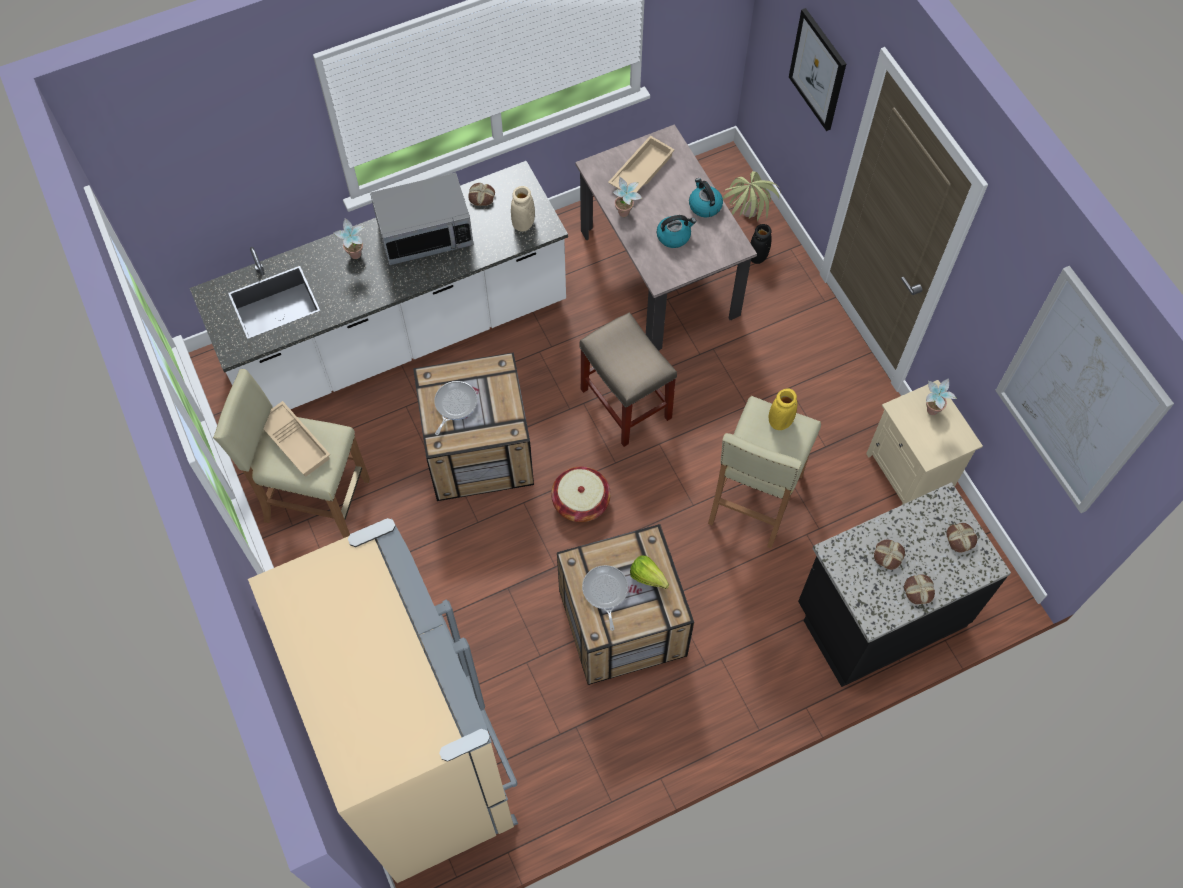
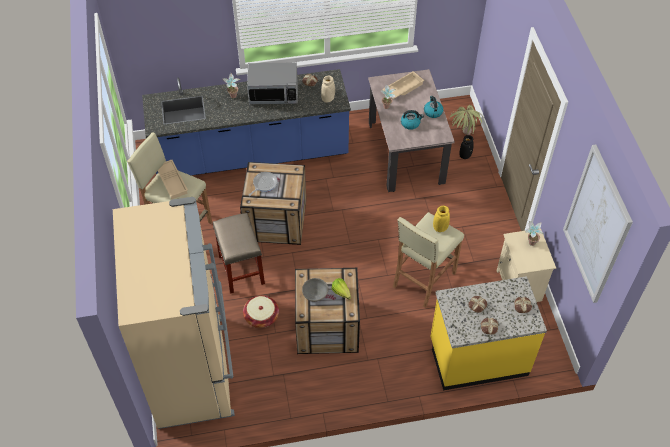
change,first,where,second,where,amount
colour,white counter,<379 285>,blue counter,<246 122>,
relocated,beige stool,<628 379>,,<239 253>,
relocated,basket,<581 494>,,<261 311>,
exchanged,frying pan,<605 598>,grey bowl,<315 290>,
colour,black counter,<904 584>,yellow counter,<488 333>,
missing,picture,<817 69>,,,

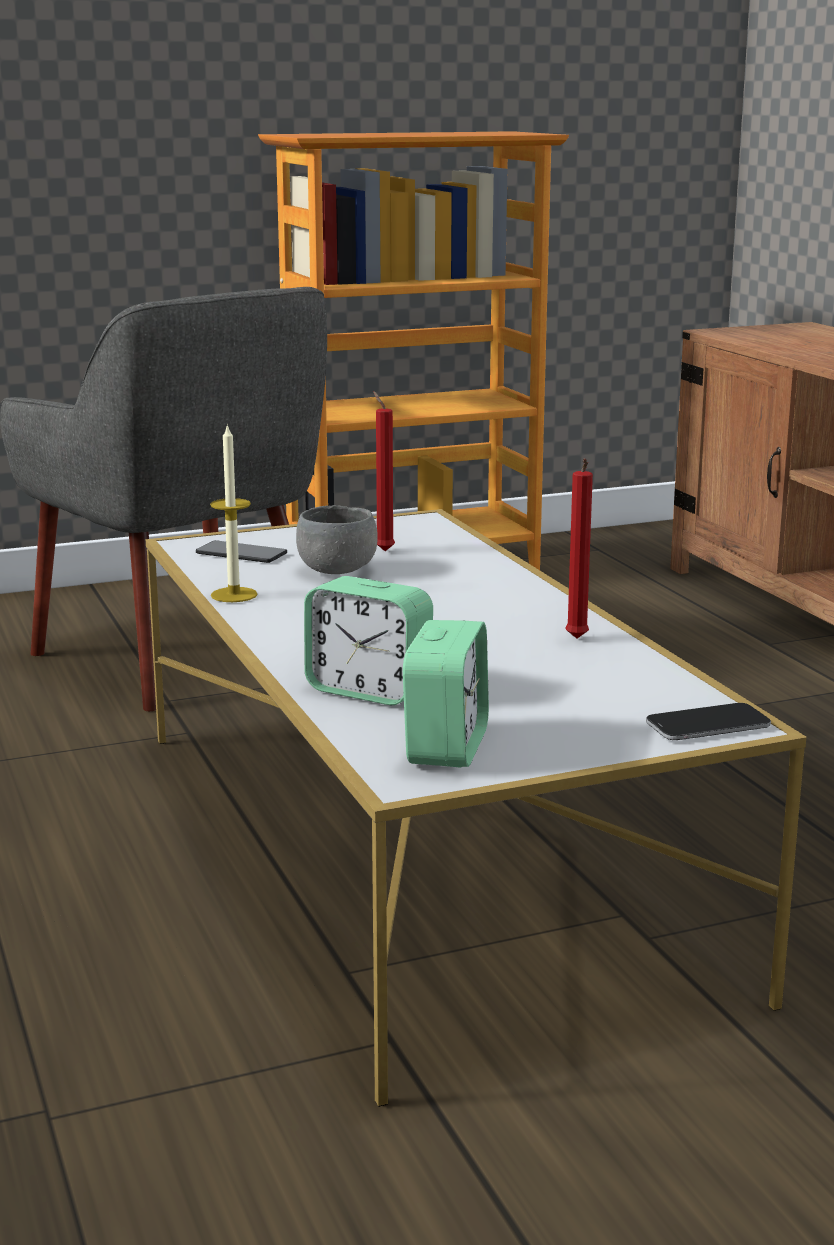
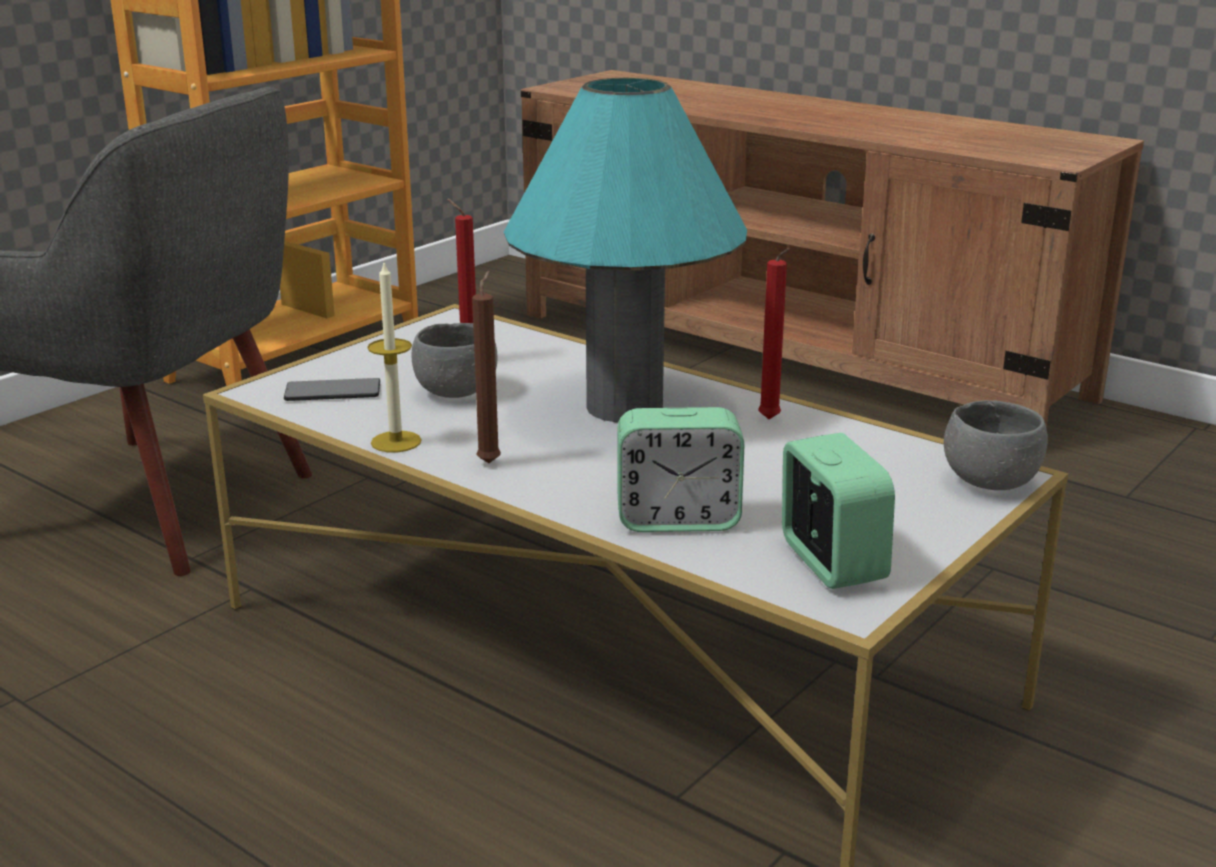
change,first,where,second,where,amount
appeared,,,brown candle,<486 367>,
appeared,,,turquoise table lamp,<625 250>,
exchanged,phone,<708 721>,grey bowl,<996 445>,

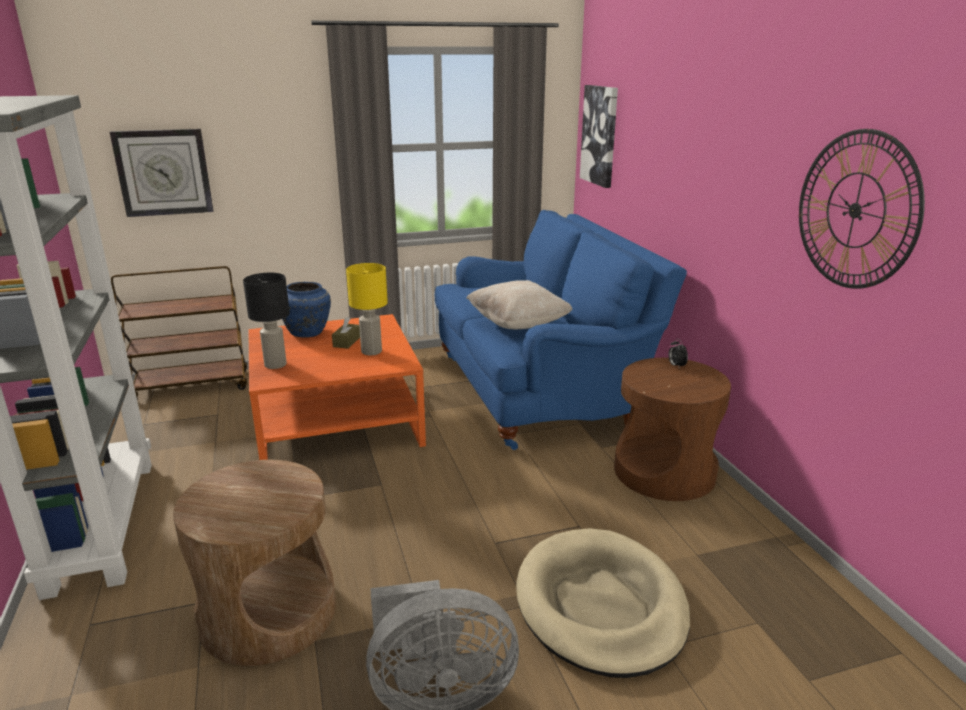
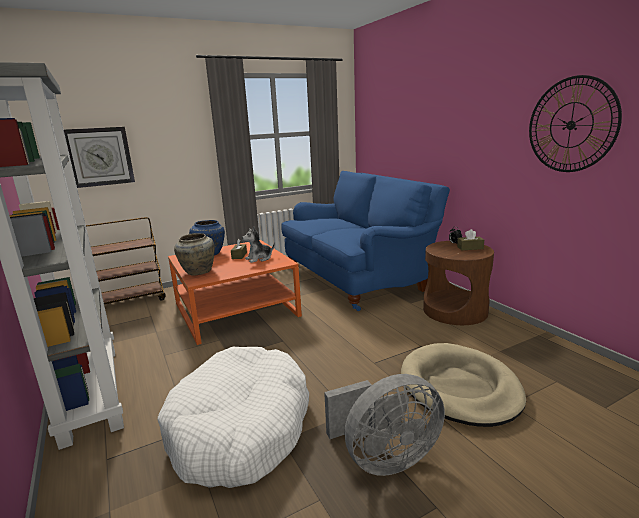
change,first,where,second,where,amount
exchanged,brown side table,<254 563>,white dog bed,<233 417>,
exchanged,black table lamp,<266 321>,beige vase,<194 254>,
exchanged,yellow table lamp,<367 309>,plush toy,<258 244>,
appeared,,,brown tissue box,<470 239>,
missing,beige pillow,<519 304>,,,
missing,picture,<599 136>,,,

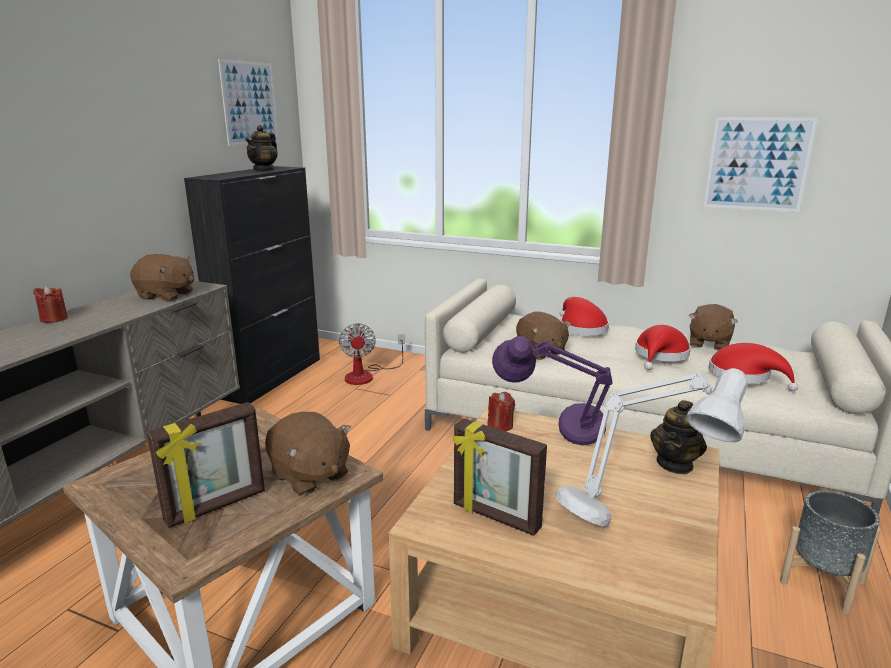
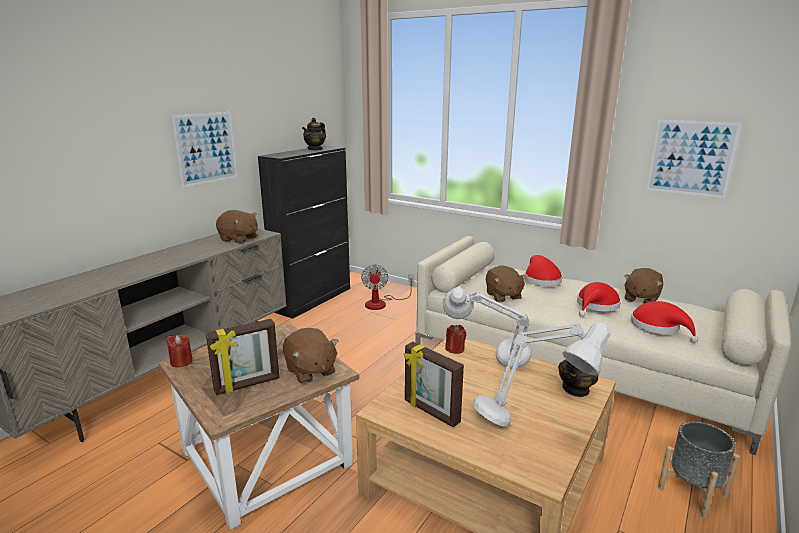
change,first,where,second,where,amount
relocated,red candle,<50 304>,,<179 351>,
relocated,picture,<248 102>,,<204 150>,
colour,purple table lamp,<552 390>,grey table lamp,<486 328>,

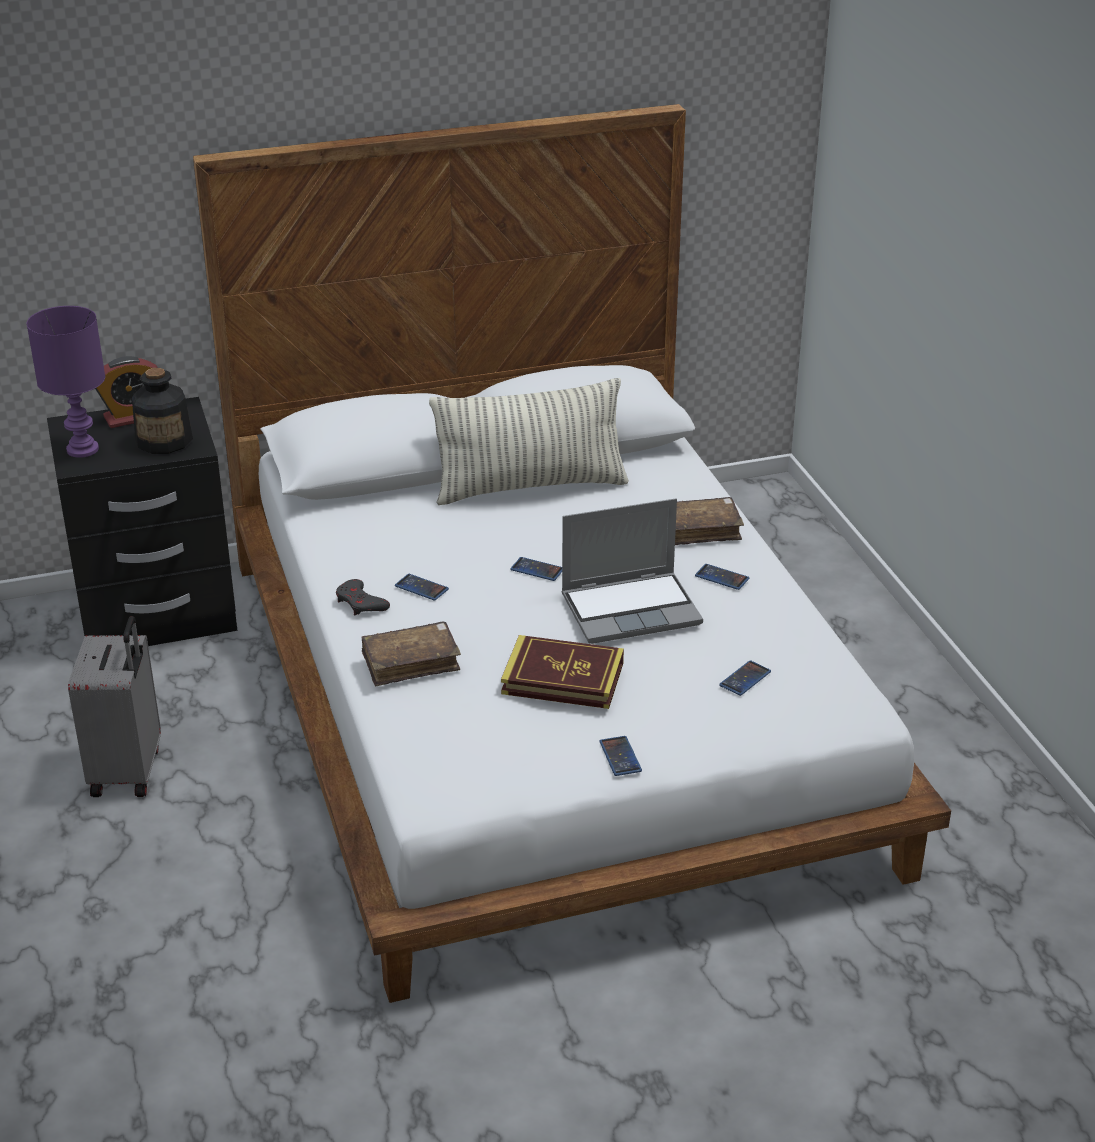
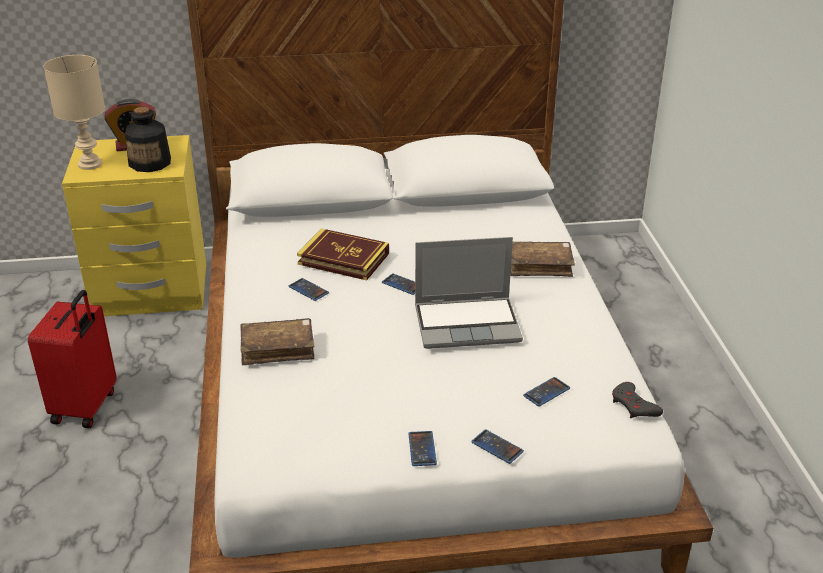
change,first,where,second,where,amount
colour,grey suitcase,<114 706>,red suitcase,<72 359>,
colour,purple table lamp,<66 382>,beige table lamp,<74 112>,
colour,black nightstand,<142 521>,yellow nightstand,<134 225>,
relocated,book,<562 672>,,<343 254>,
relocated,phone,<722 577>,,<497 446>,
relocated,grey game controller,<363 597>,,<637 400>,
missing,pillow,<529 441>,,,

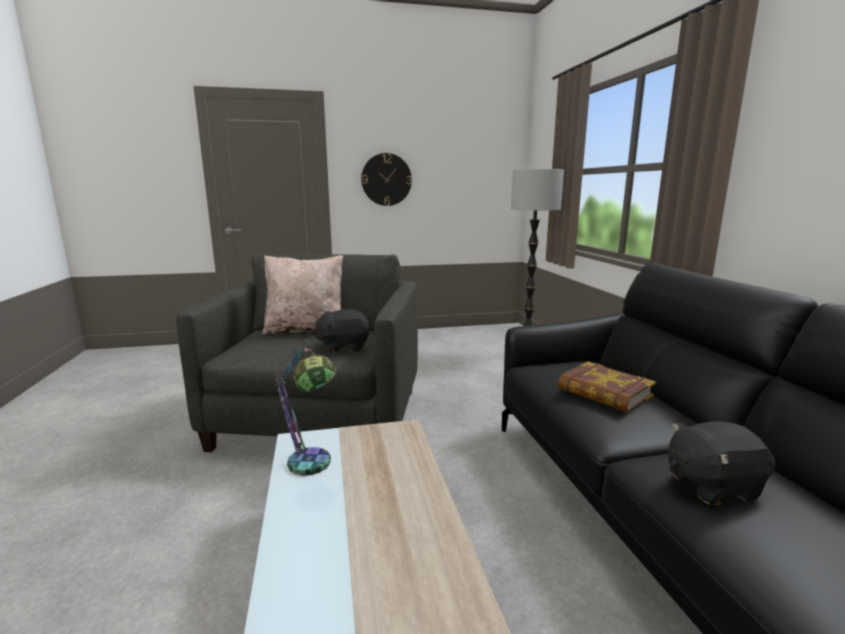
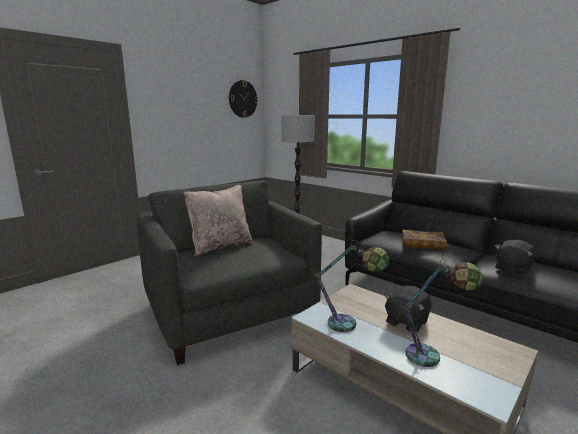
change,first,where,second,where,amount
relocated,wall clock,<386 179>,,<243 99>,
relocated,black plush toy,<341 331>,,<408 309>,
appeared,,,table lamp,<441 313>,

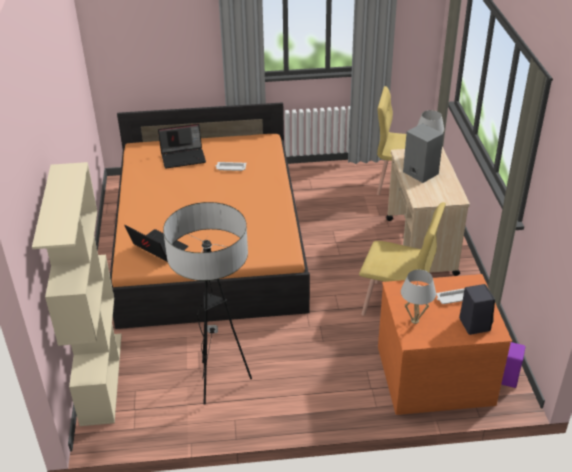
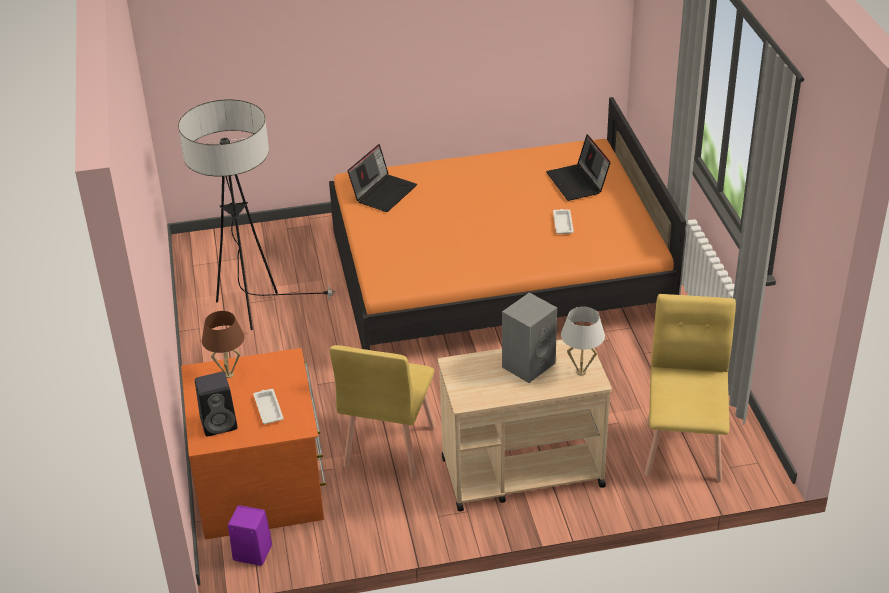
change,first,where,second,where,amount
colour,white table lamp,<418 296>,brown table lamp,<223 344>,
missing,beige bookcase,<77 294>,,,

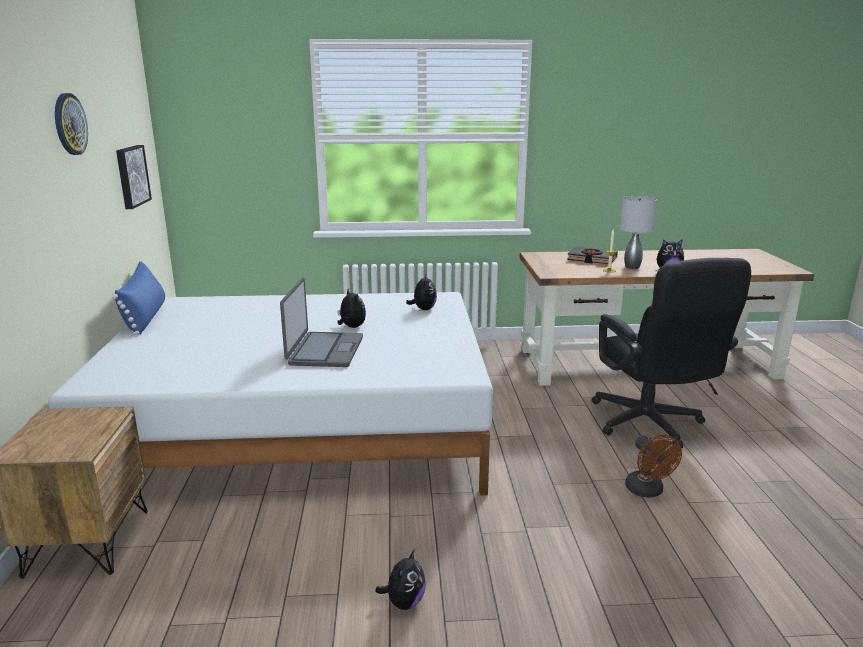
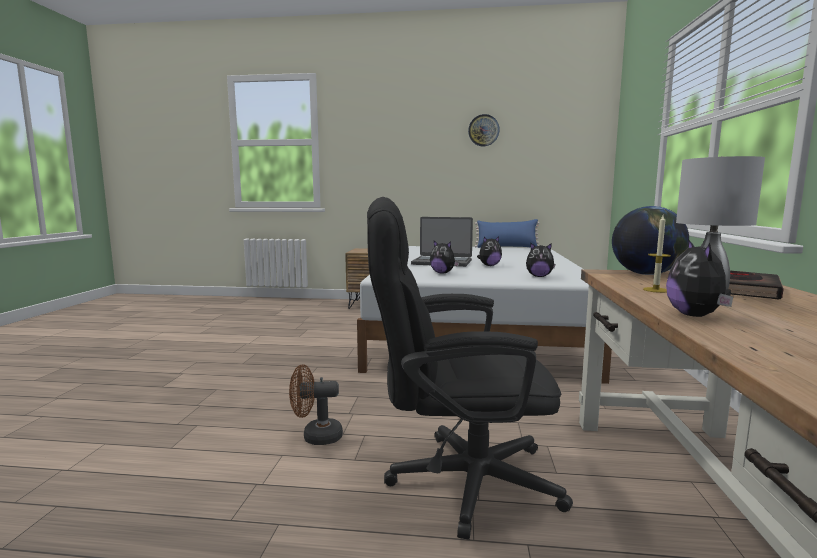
change,first,where,second,where,amount
relocated,plush toy,<400 579>,,<444 257>,
appeared,,,globe,<650 240>,
missing,picture,<134 177>,,,

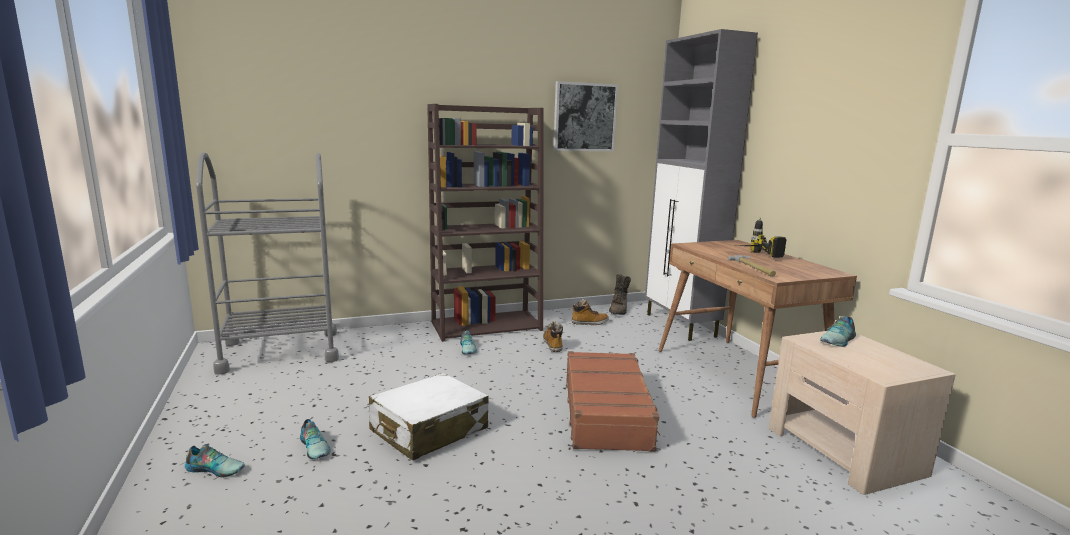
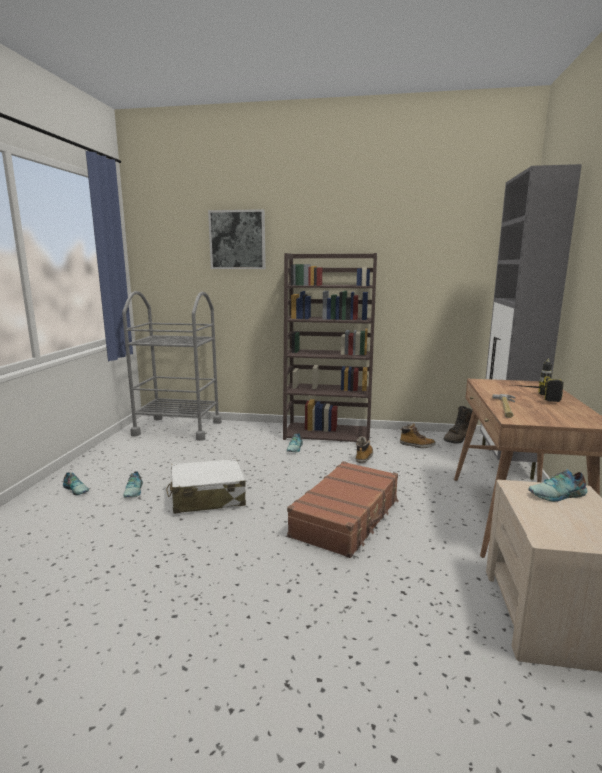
change,first,where,second,where,amount
relocated,picture,<585 116>,,<237 239>,

